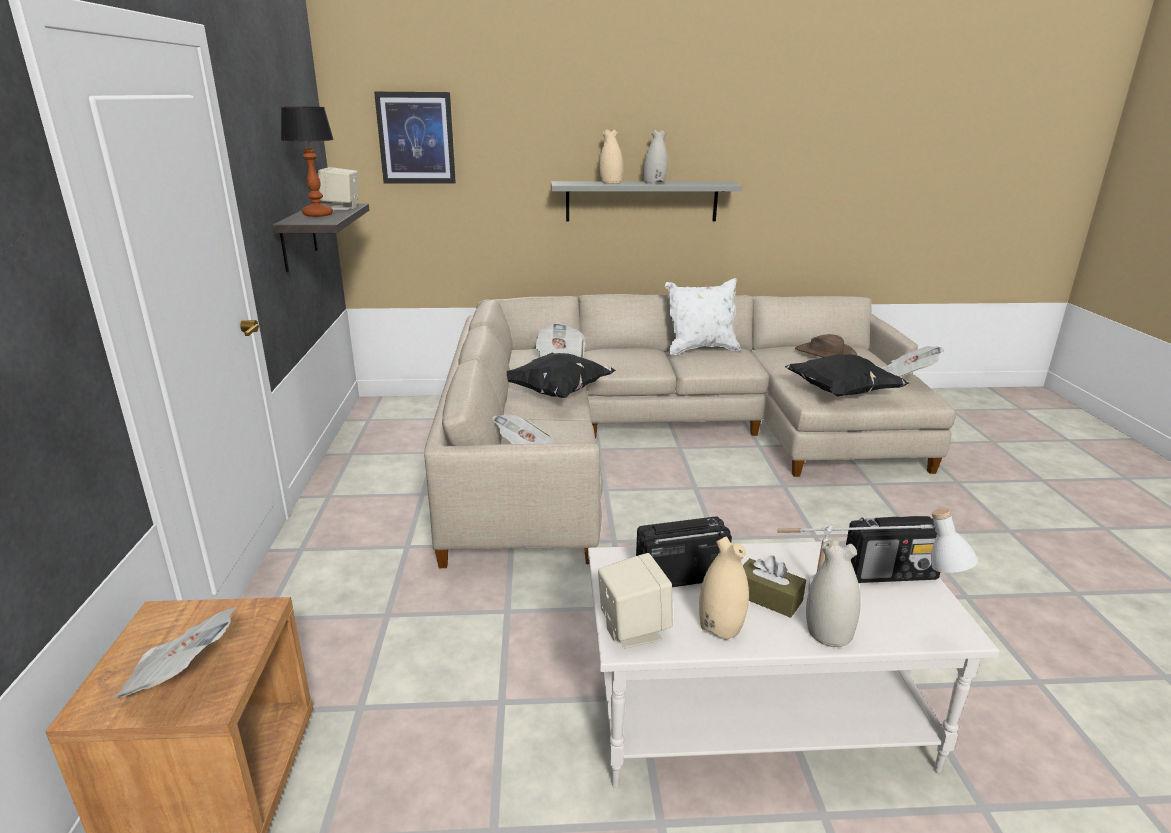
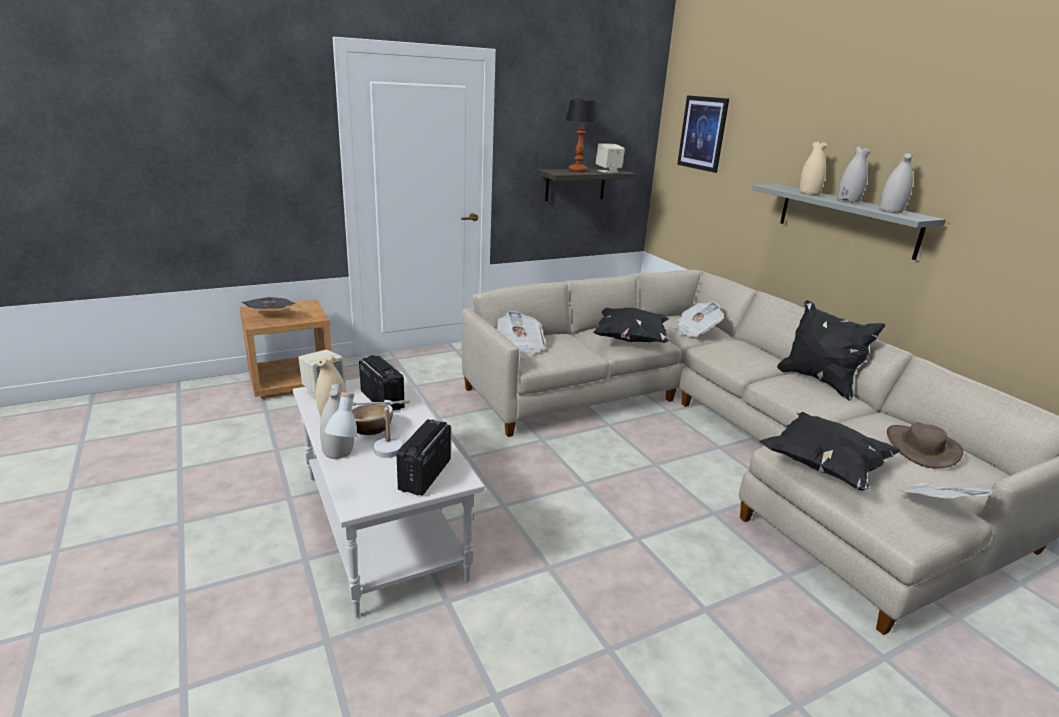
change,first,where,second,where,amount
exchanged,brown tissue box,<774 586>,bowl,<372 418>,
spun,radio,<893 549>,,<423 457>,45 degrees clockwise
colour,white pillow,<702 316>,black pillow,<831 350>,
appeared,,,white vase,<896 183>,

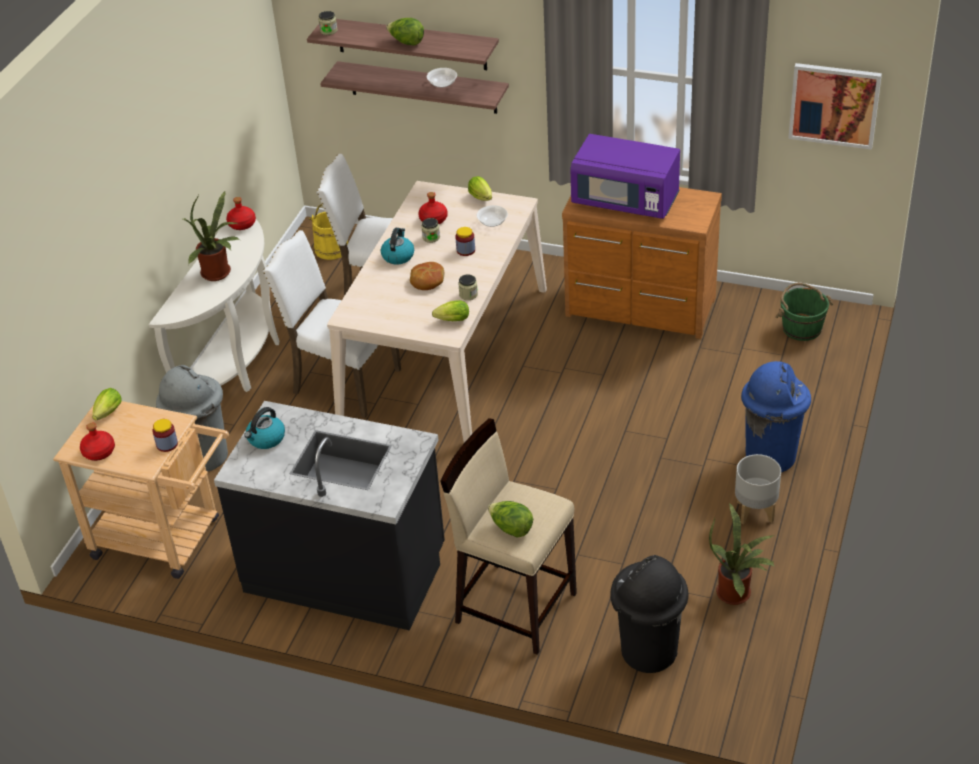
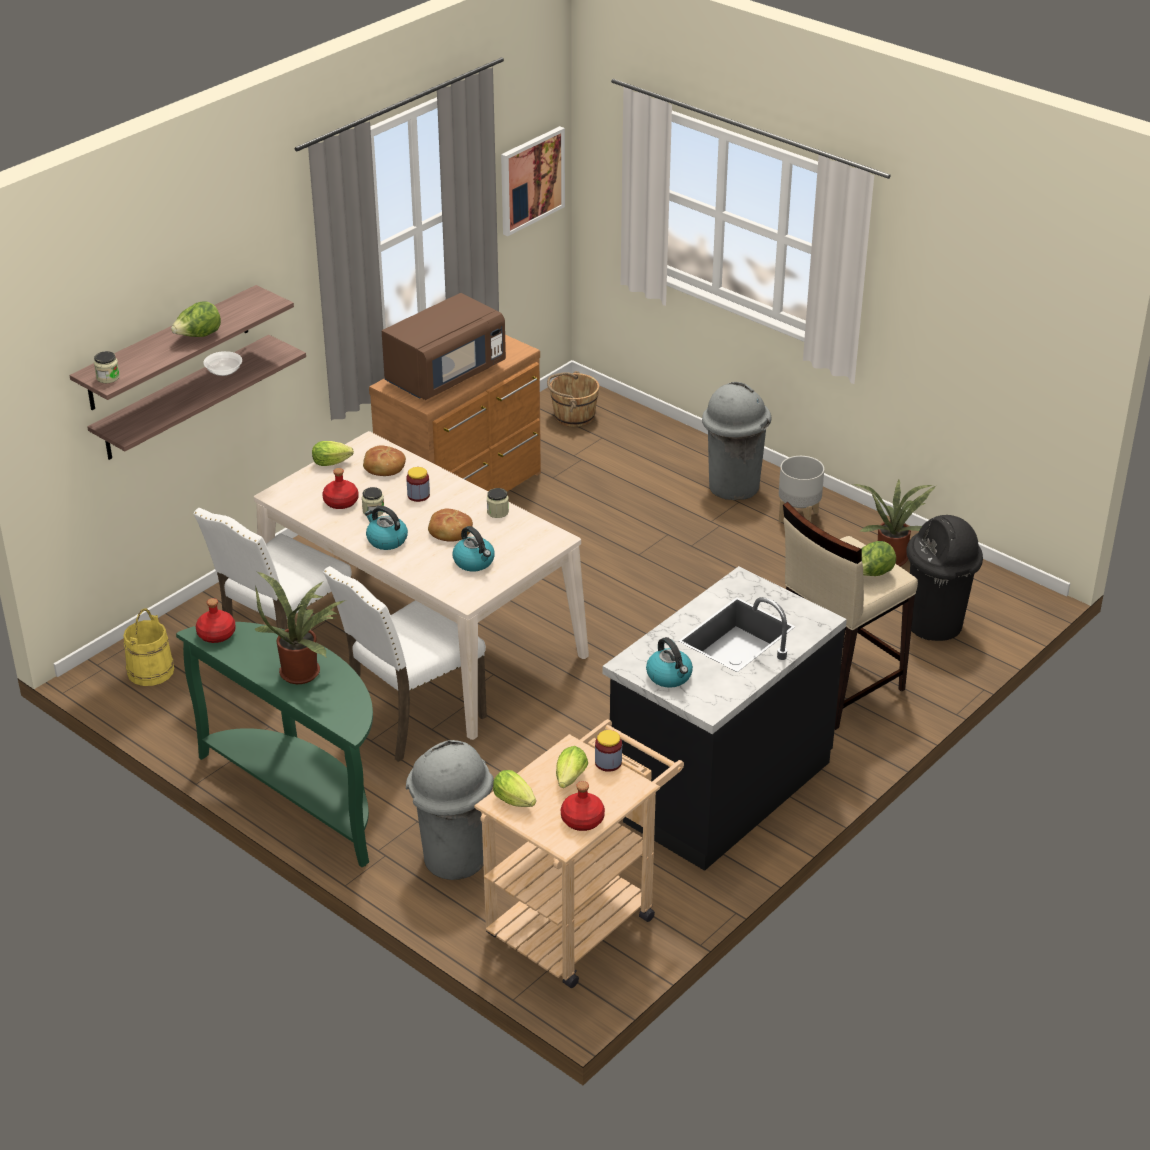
change,first,where,second,where,amount
colour,white console table,<214 306>,green console table,<274 744>,
exchanged,bowl,<492 216>,bread,<384 461>,
colour,purple microwave,<625 176>,brown microwave,<444 346>,
appeared,,,kettle,<473 548>,
colour,green bucket,<804 312>,brown bucket,<573 399>,
relocated,lettuce,<450 310>,,<572 767>,
colour,blue trash can,<776 416>,grey trash can,<736 441>,

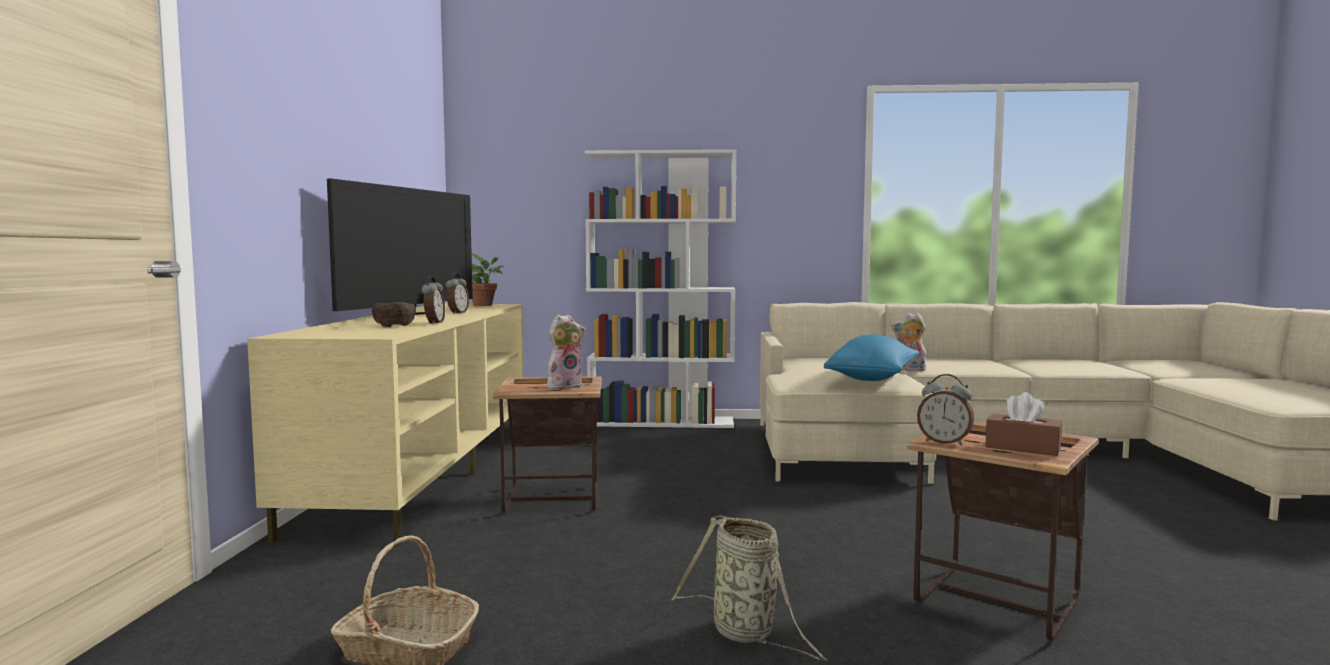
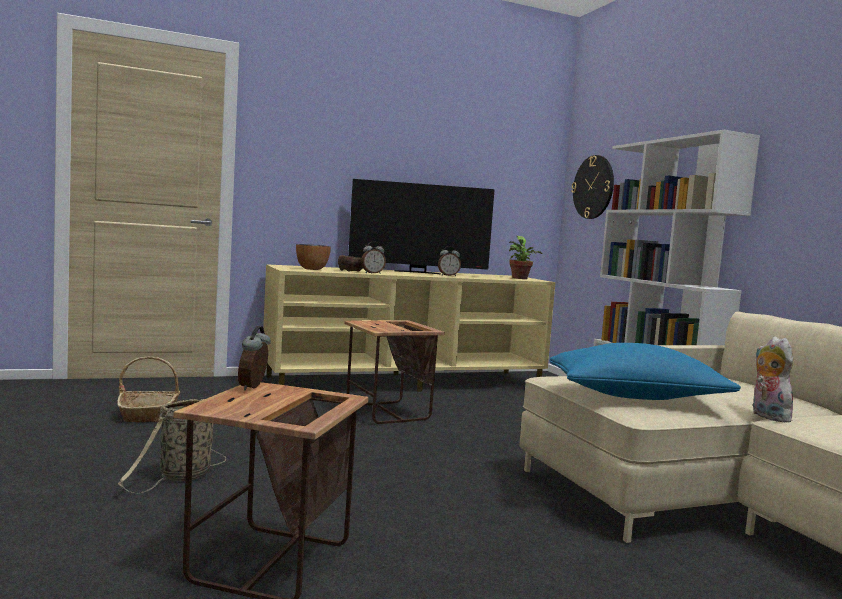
change,first,where,second,where,amount
appeared,,,bowl,<313 257>,
appeared,,,wall clock,<592 187>,
missing,plush toy,<566 351>,,,
missing,brown tissue box,<1023 424>,,,

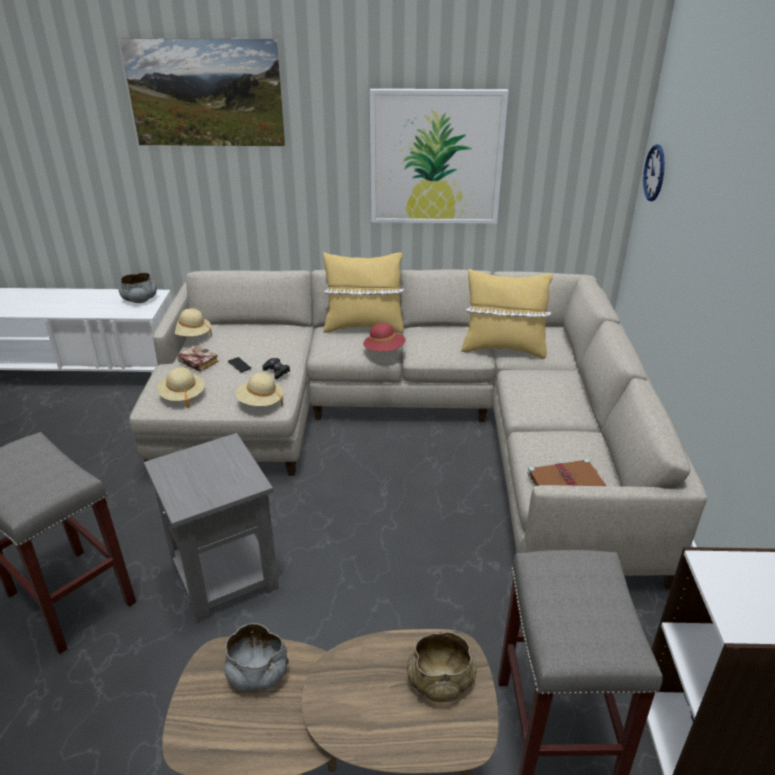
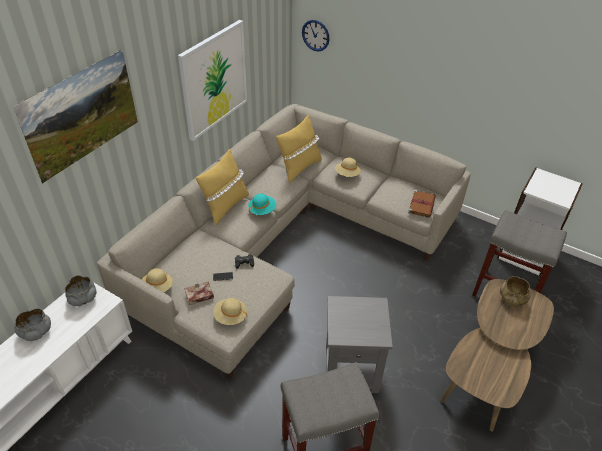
change,first,where,second,where,amount
relocated,grey bowl,<256 657>,,<32 324>,
colour,red hat,<384 337>,turquoise hat,<262 204>,
relocated,beige hat,<259 389>,,<348 167>,

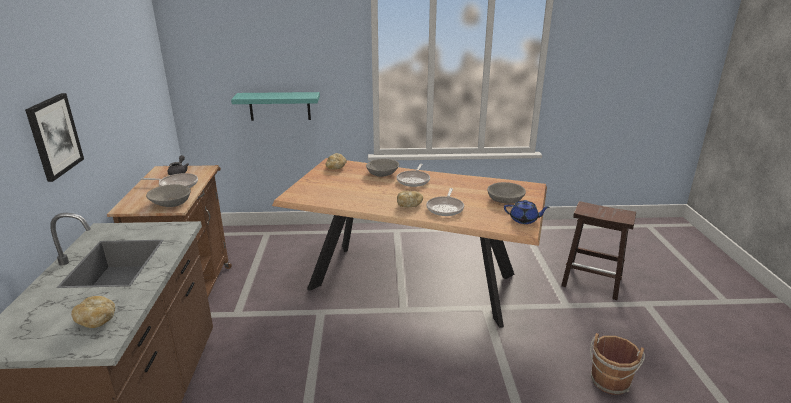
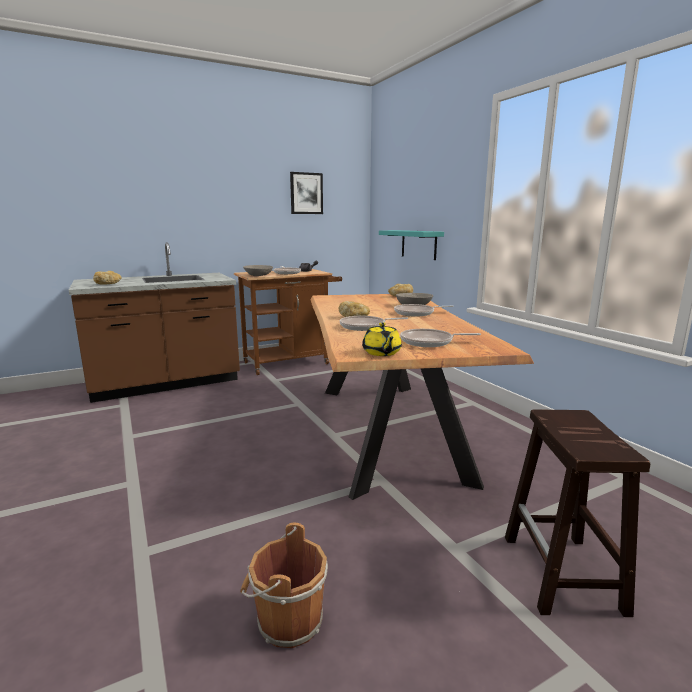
change,first,where,second,where,amount
relocated,picture,<54 137>,,<306 193>,
colour,blue teapot,<527 212>,yellow teapot,<382 339>,
exchanged,grey bowl,<506 193>,frying pan,<440 338>,

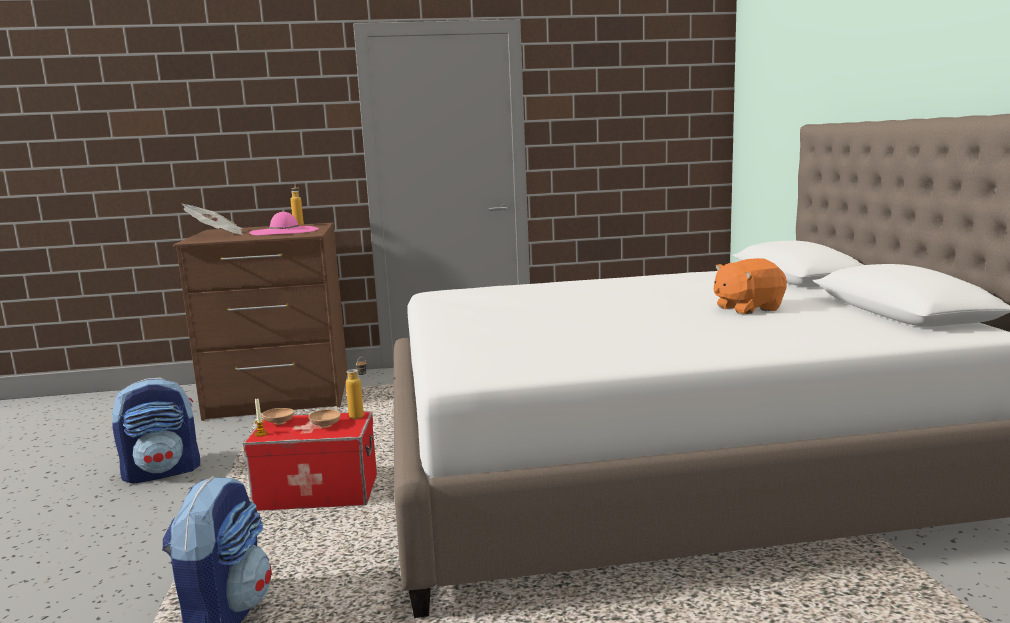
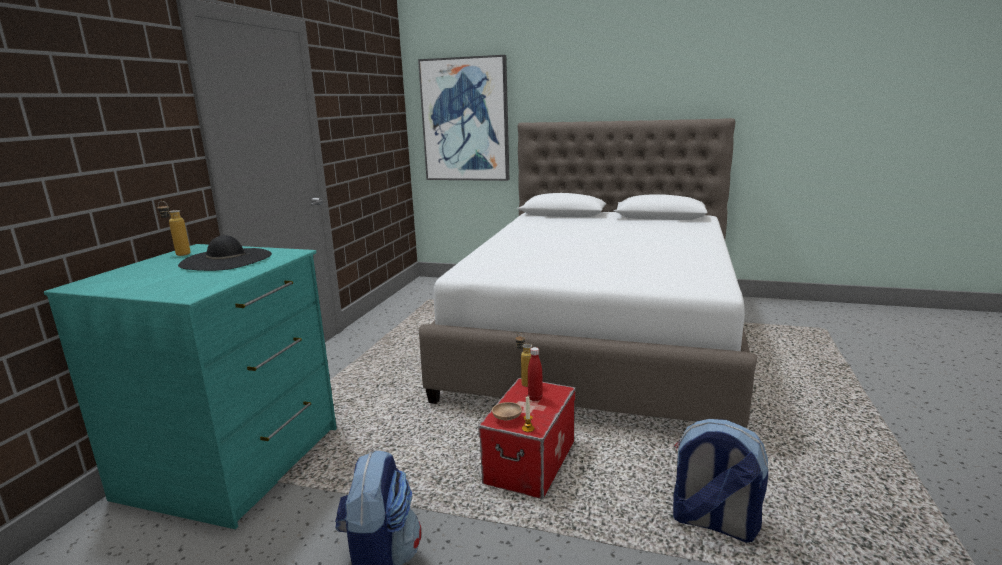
change,first,where,second,where,amount
colour,brown dresser,<260 322>,turquoise dresser,<190 386>,
colour,pink hat,<284 223>,black hat,<225 253>,
appeared,,,picture,<464 118>,
exchanged,brown bowl,<324 418>,red bottle,<535 374>,
missing,newspaper,<212 219>,,,
missing,orange plush toy,<750 286>,,,

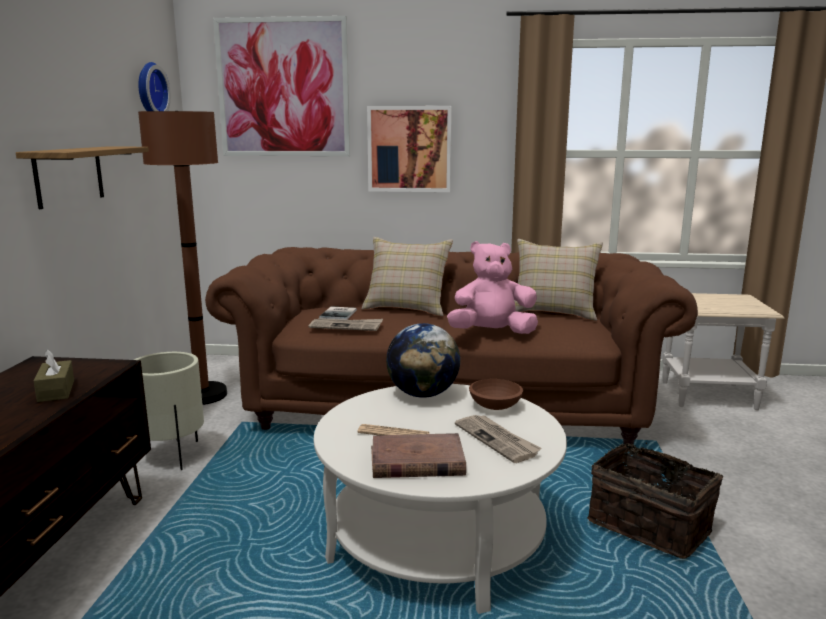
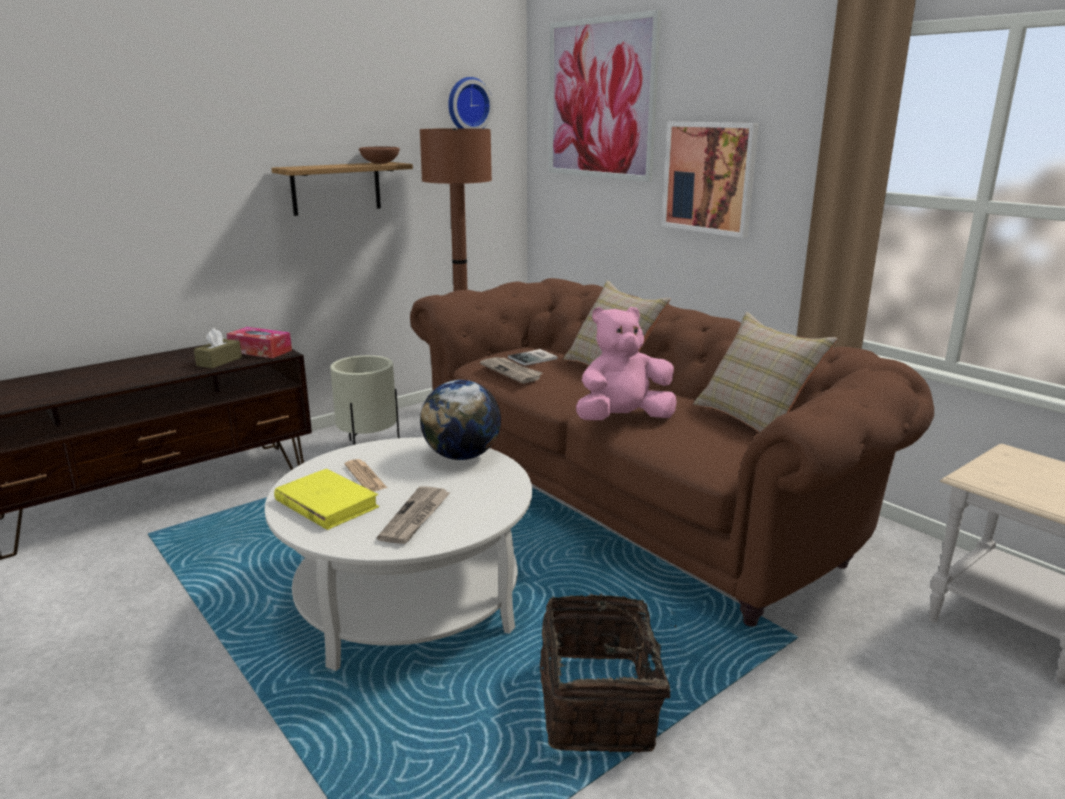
change,first,where,second,where,amount
appeared,,,tissue box,<259 342>,
colour,brown book,<418 455>,yellow book,<326 499>,
relocated,brown bowl,<496 394>,,<379 155>,
spun,pink plush toy,<492 287>,,<626 363>,60 degrees counterclockwise

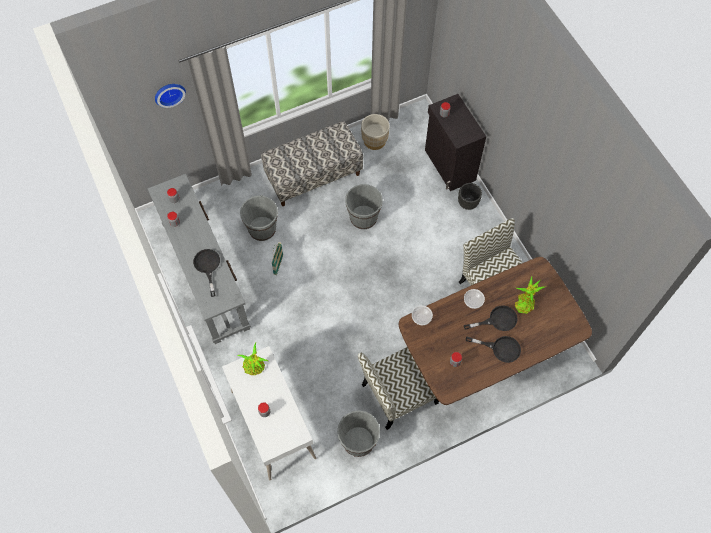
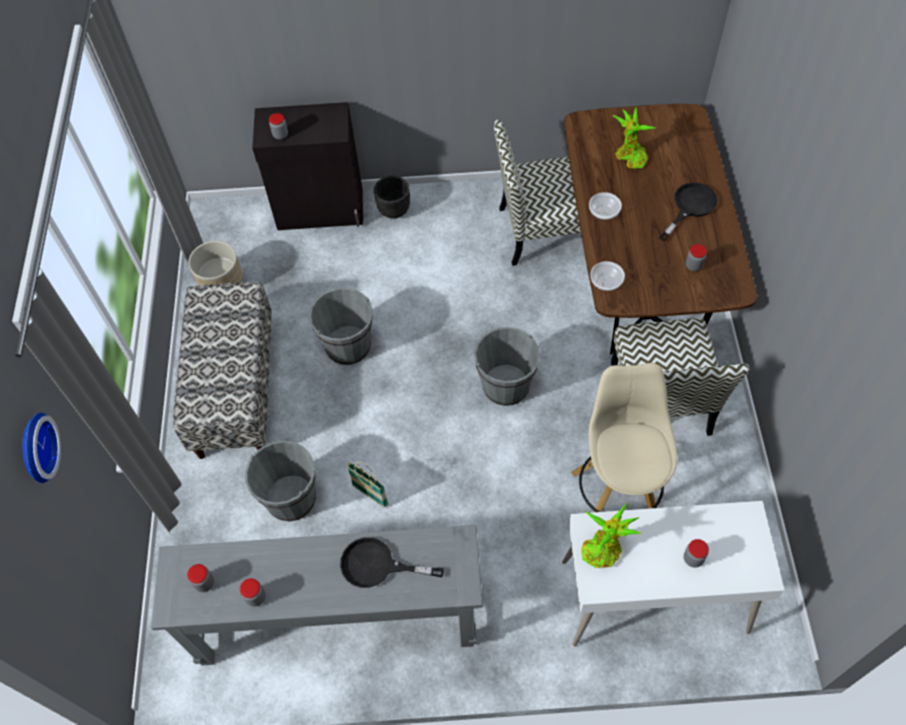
change,first,where,second,where,amount
relocated,grey bucket,<358 434>,,<507 366>,
appeared,,,beige stool,<624 437>,
missing,black frying pan,<491 318>,,,

